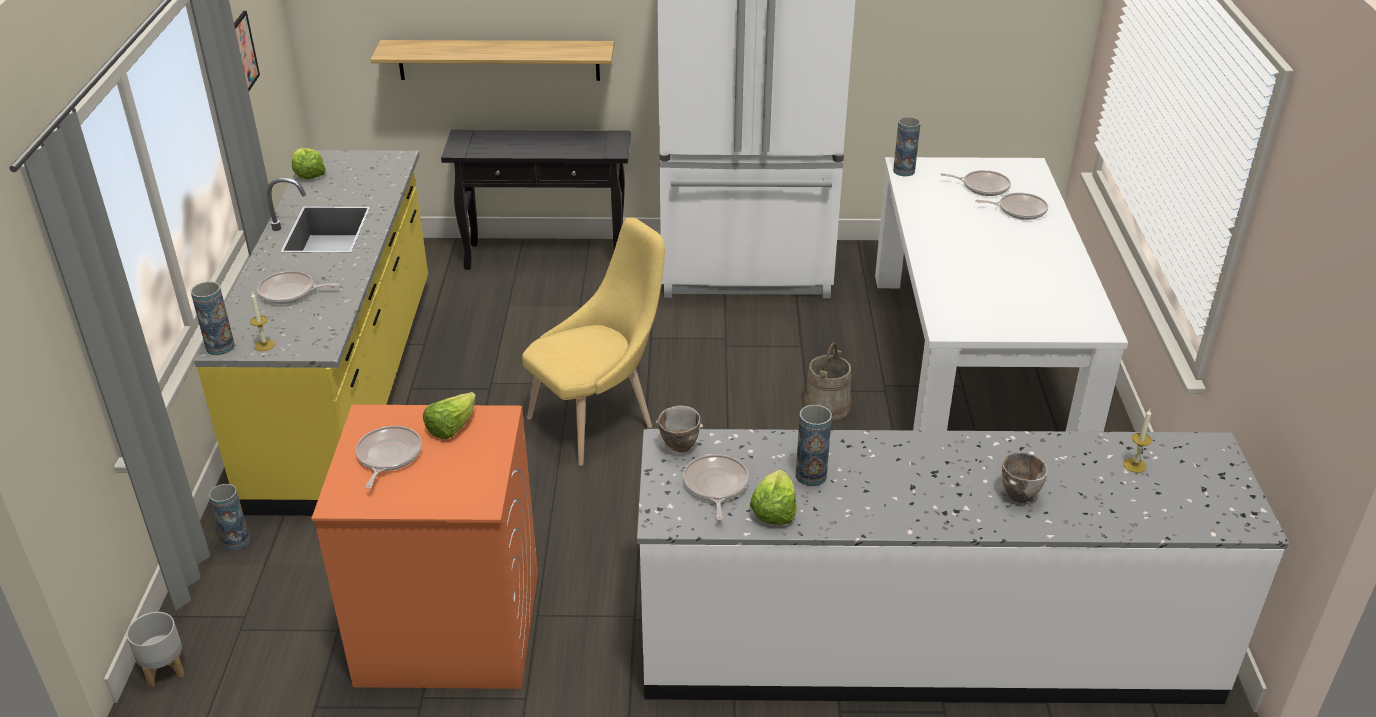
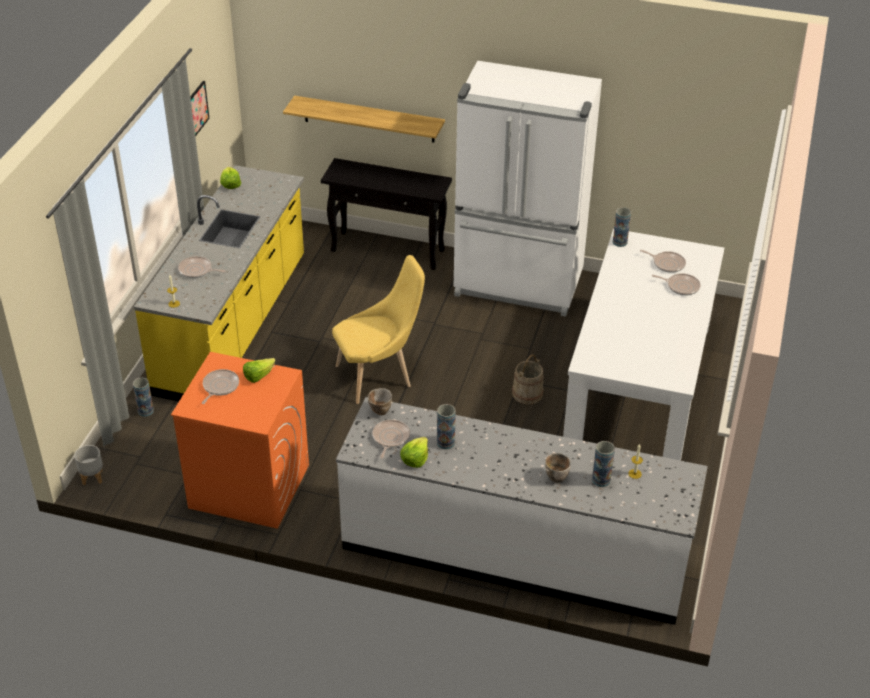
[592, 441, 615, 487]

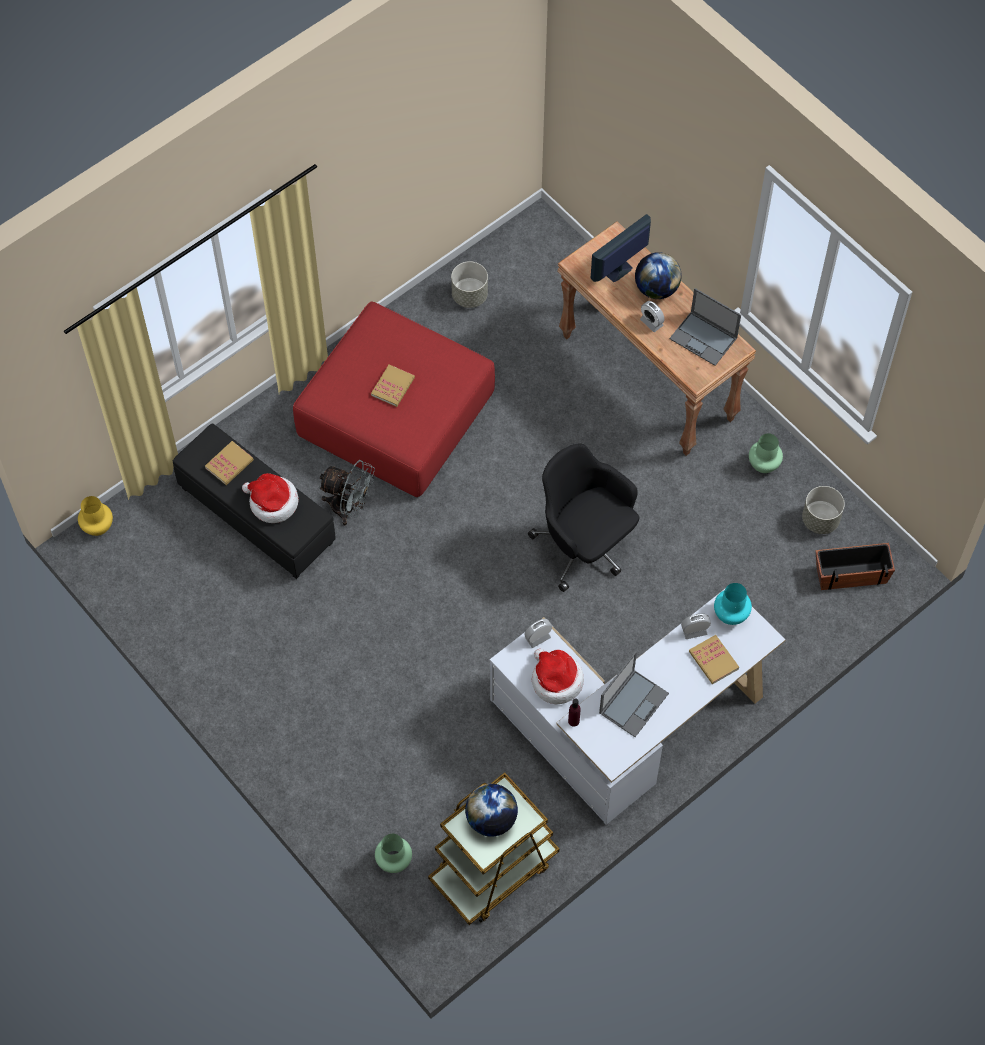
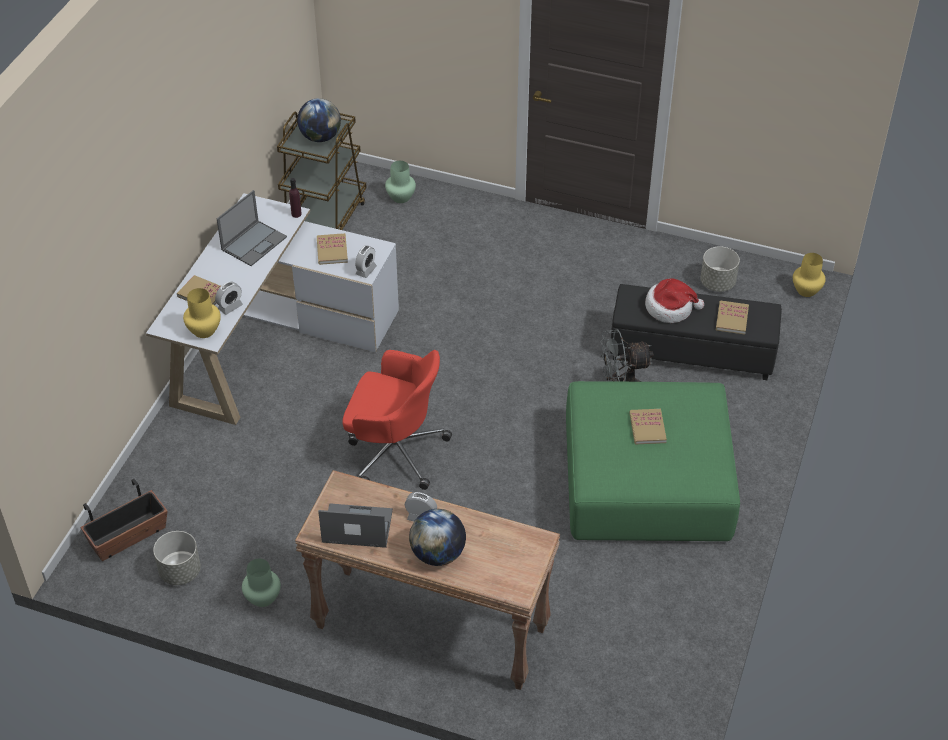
[183, 288, 221, 338]
[217, 190, 287, 266]
[317, 233, 348, 265]
[343, 350, 452, 490]
[566, 381, 740, 541]
[700, 246, 740, 292]
[590, 214, 651, 282] (first image)

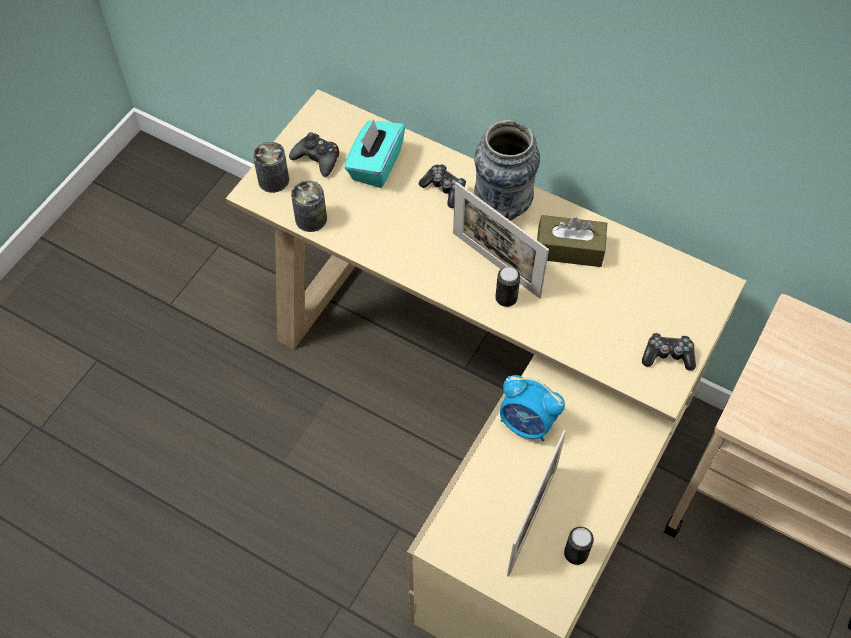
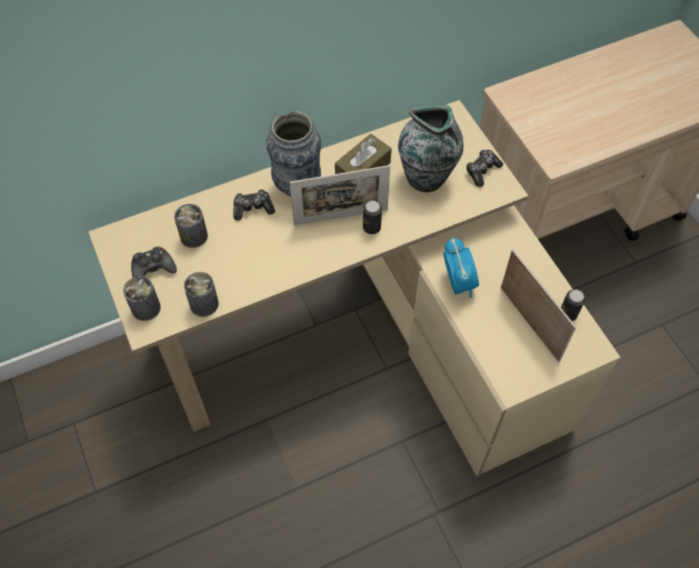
[174, 204, 208, 248]
[398, 105, 464, 192]
[443, 237, 479, 298]

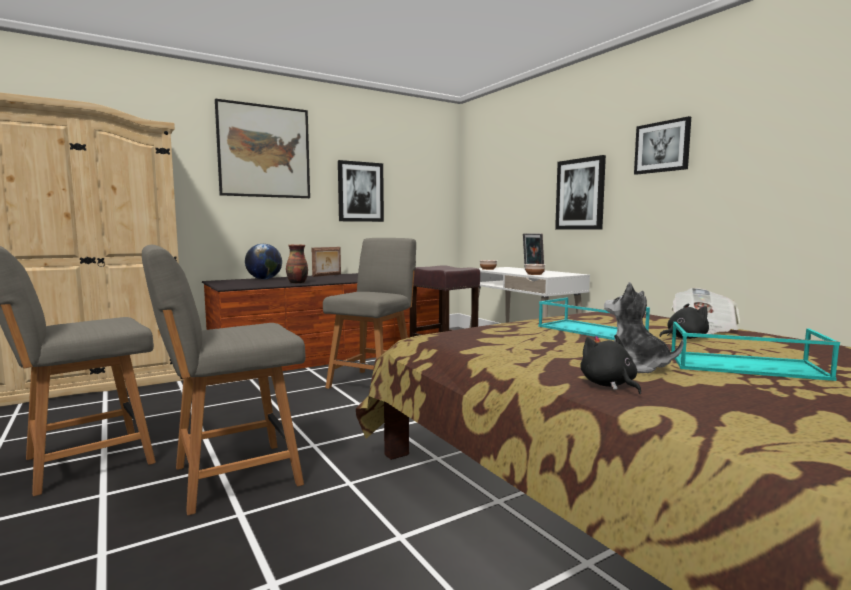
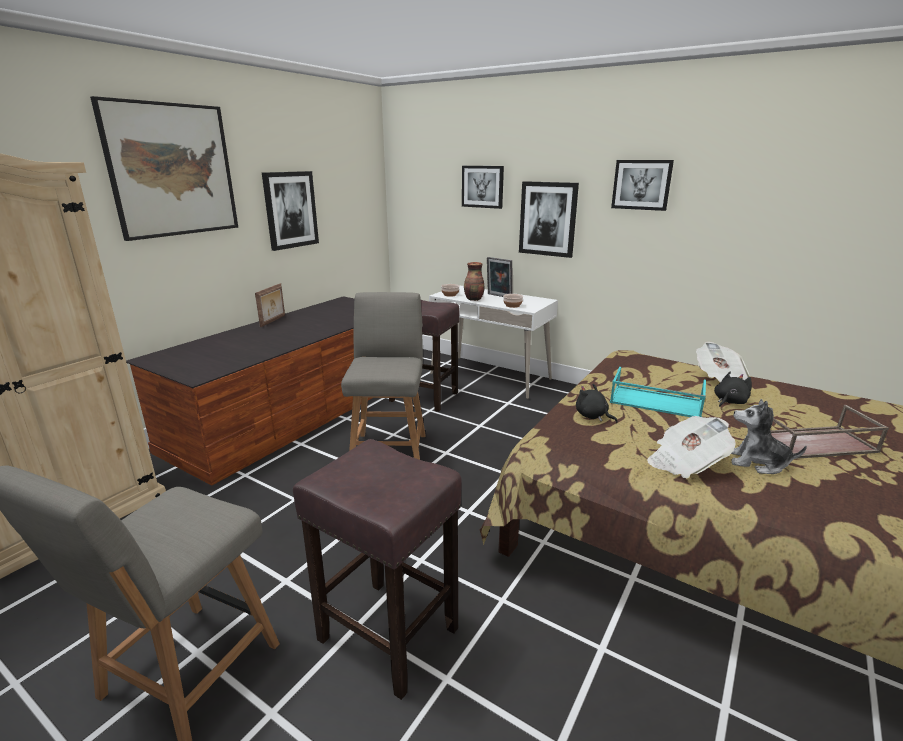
[293, 439, 462, 700]
[462, 166, 504, 209]
[464, 262, 484, 301]
[576, 384, 618, 423]
[647, 416, 736, 478]
[771, 405, 889, 459]
[245, 244, 282, 279] (first image)

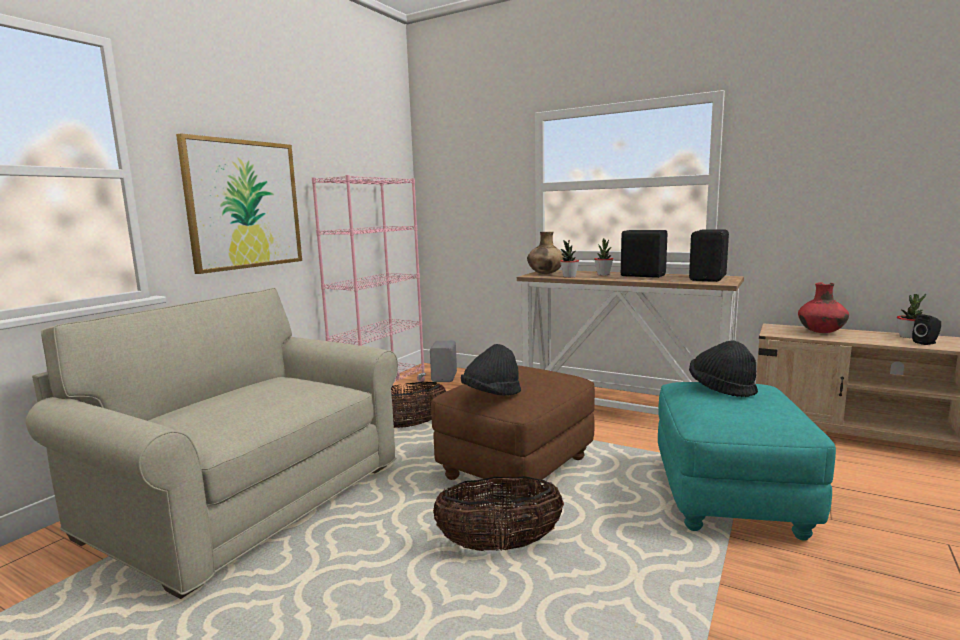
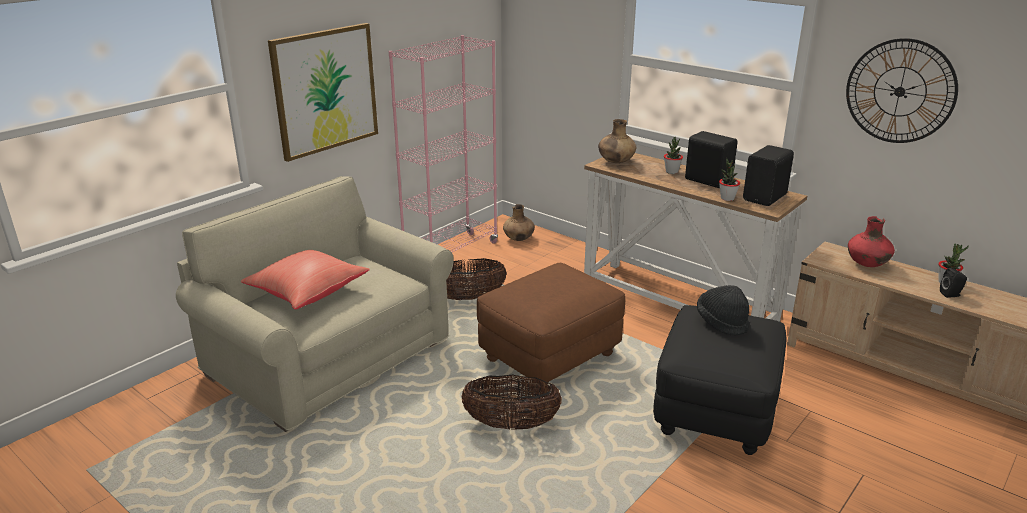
[241, 250, 370, 310]
[503, 204, 535, 241]
[653, 305, 787, 455]
[719, 158, 740, 201]
[846, 38, 958, 143]
[461, 344, 521, 396] (first image)

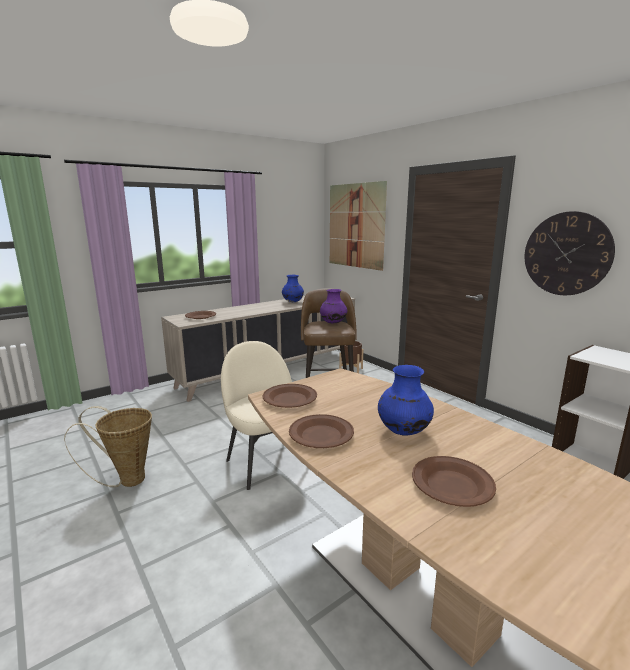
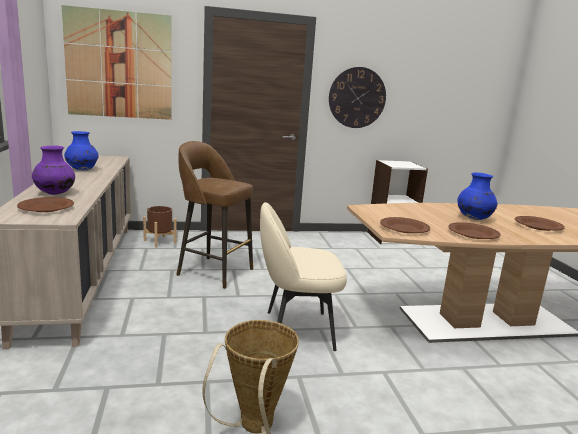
[32, 146, 75, 195]

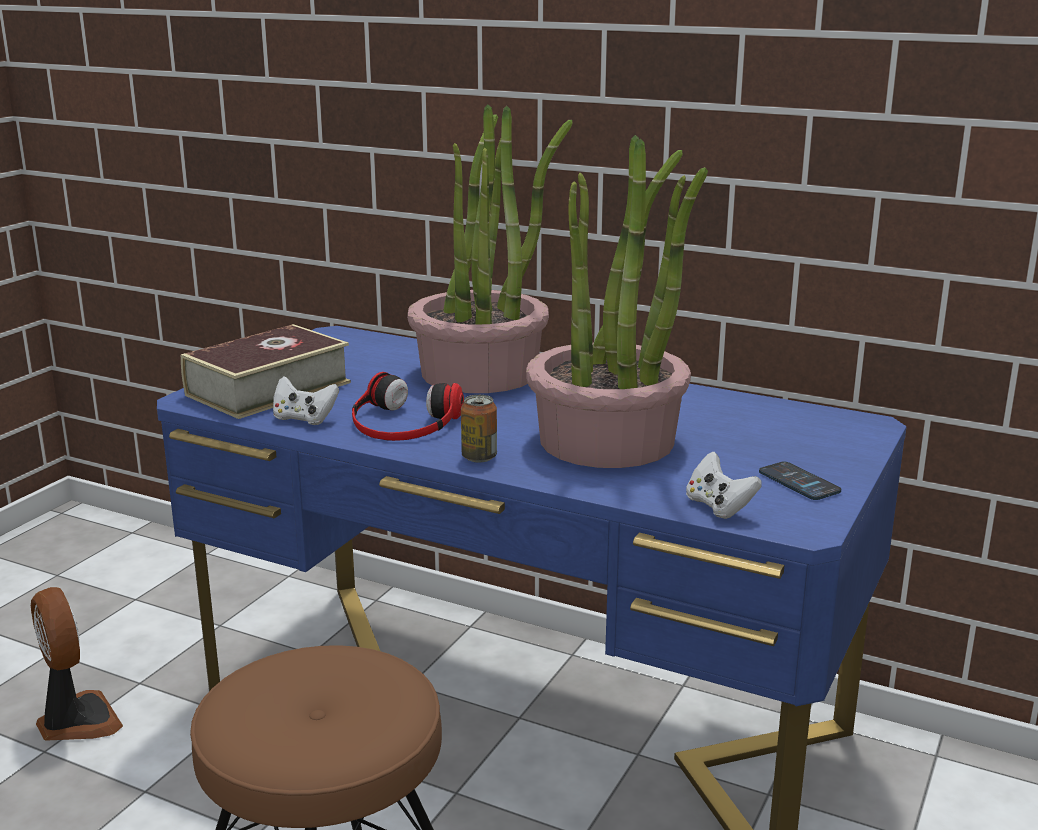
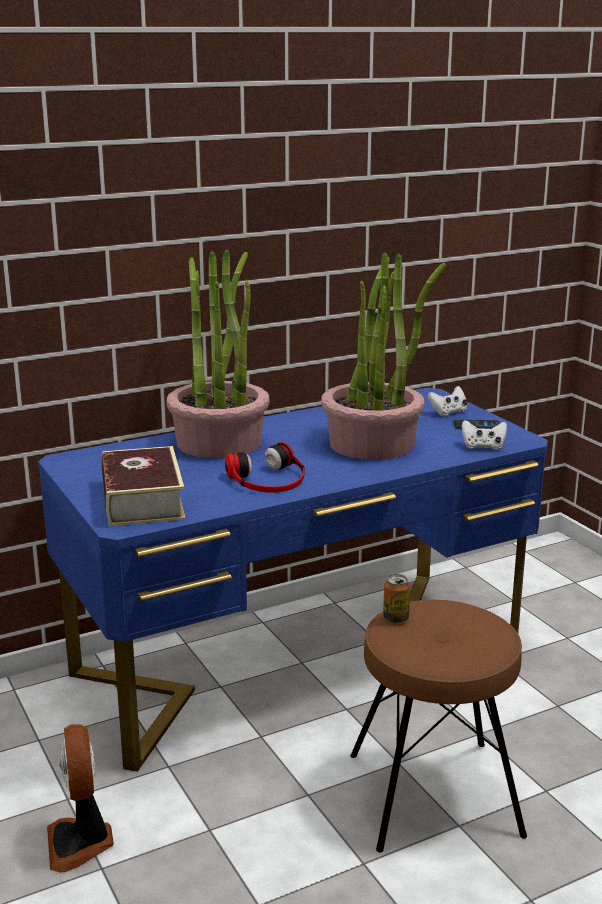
[47, 724, 114, 873]
[383, 574, 410, 623]
[428, 386, 467, 416]

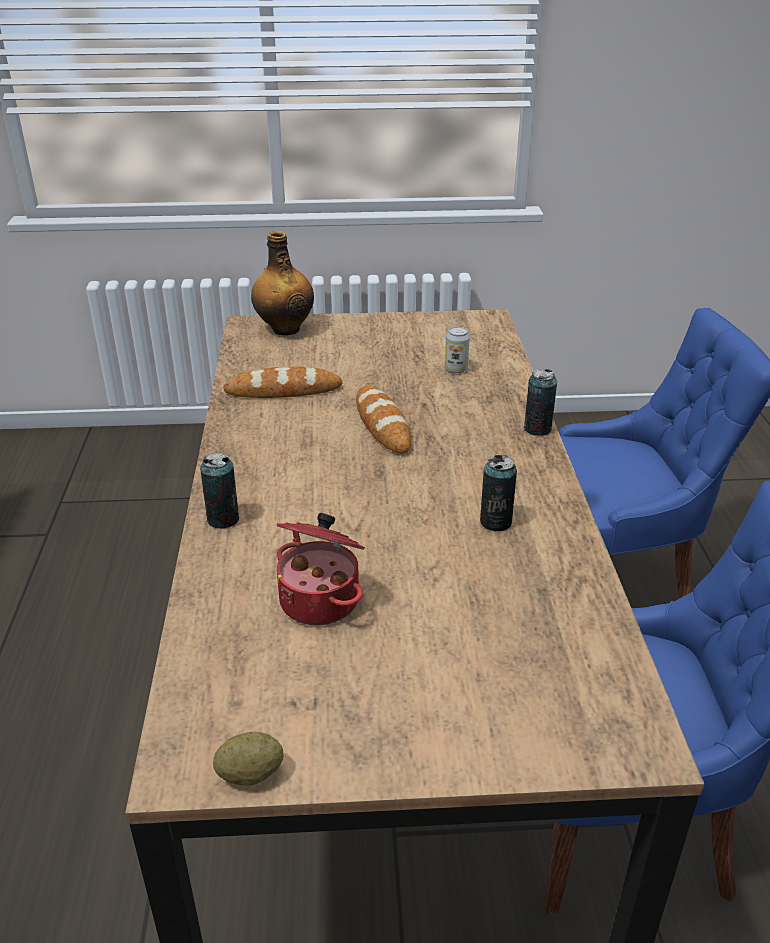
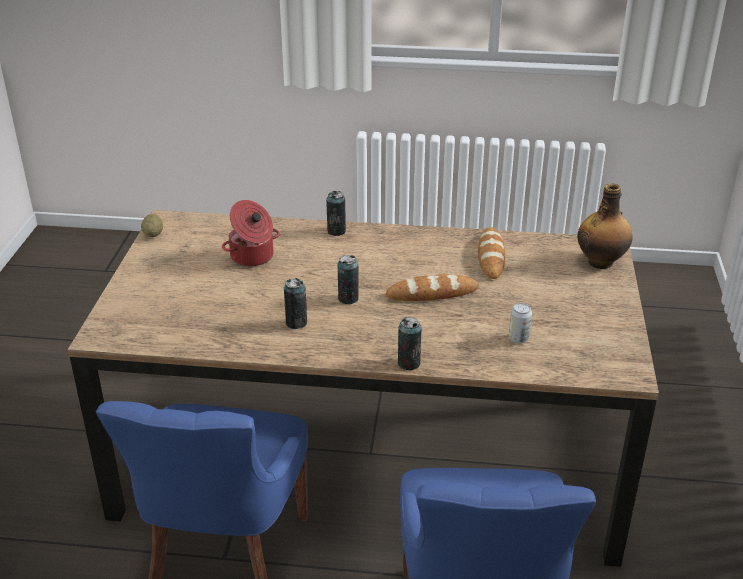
[338, 255, 359, 304]

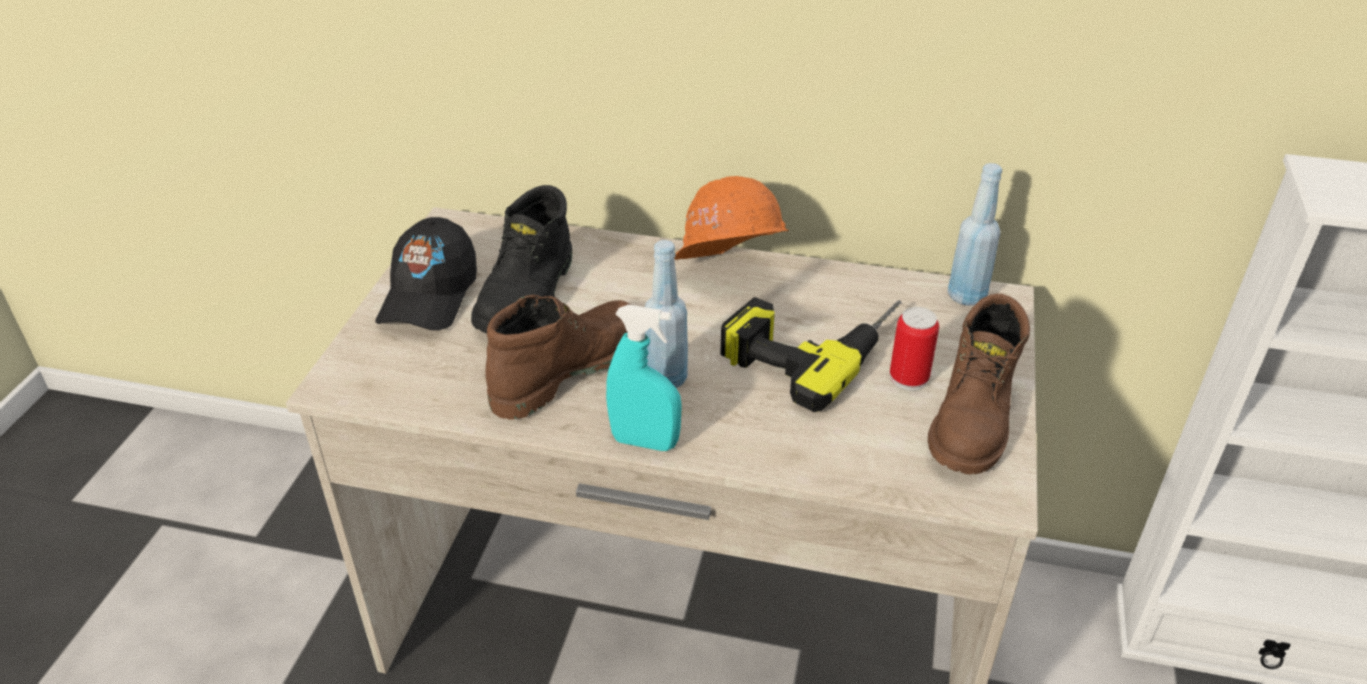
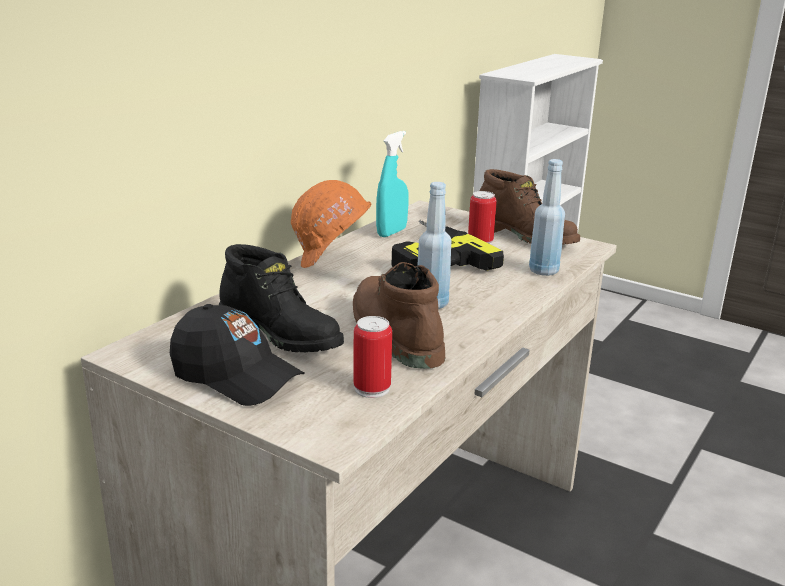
[353, 316, 392, 398]
[376, 131, 408, 237]
[529, 159, 565, 276]

